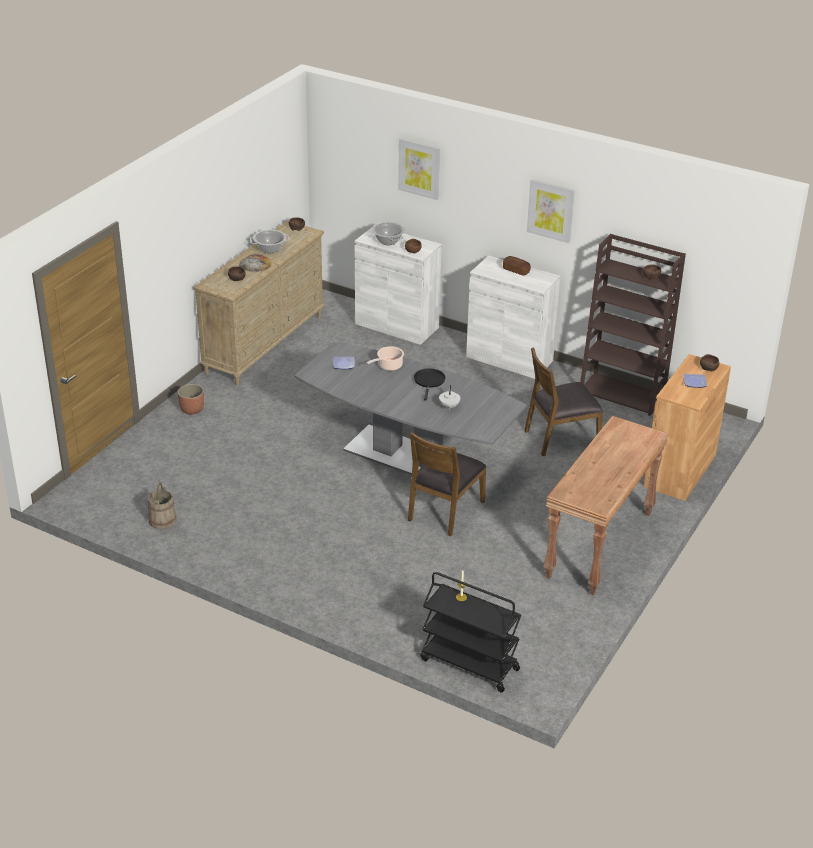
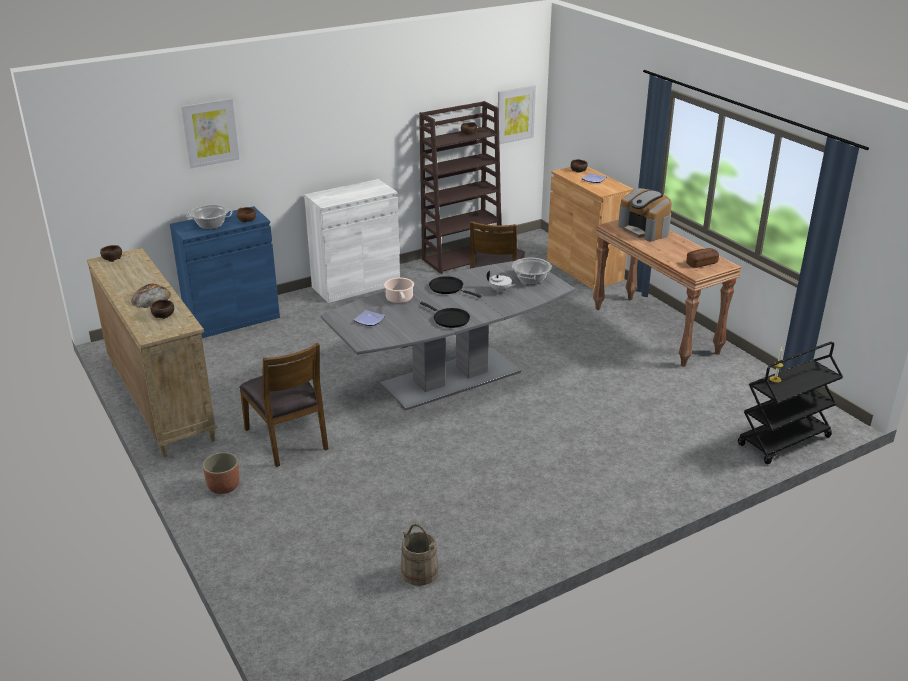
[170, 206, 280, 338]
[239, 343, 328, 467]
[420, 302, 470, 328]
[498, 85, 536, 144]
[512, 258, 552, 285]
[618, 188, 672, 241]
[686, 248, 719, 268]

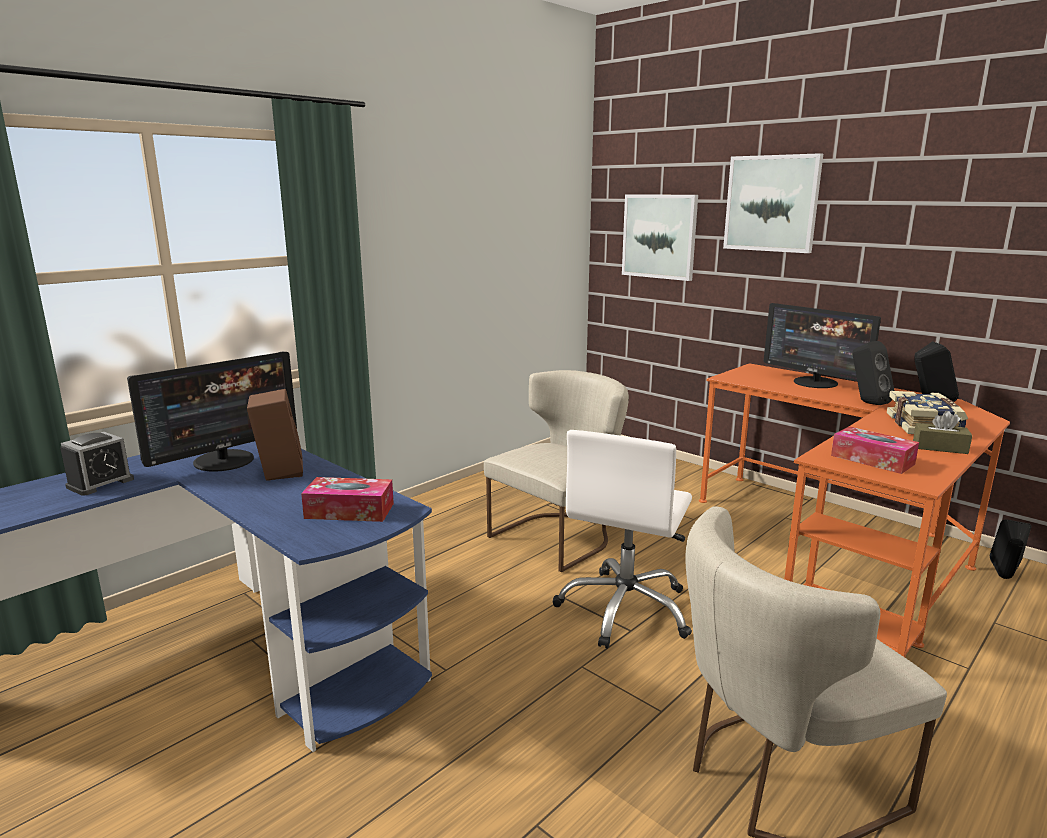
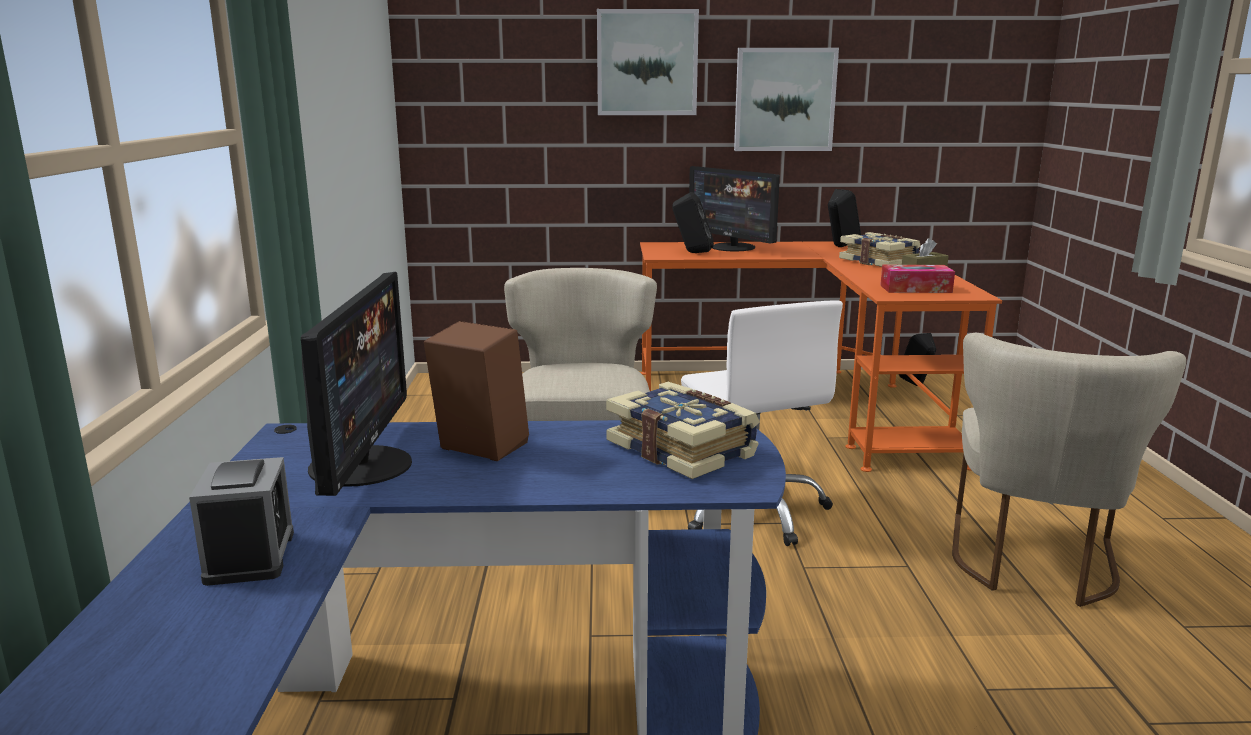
[606, 382, 760, 479]
[672, 192, 714, 253]
[689, 166, 780, 251]
[734, 48, 839, 151]

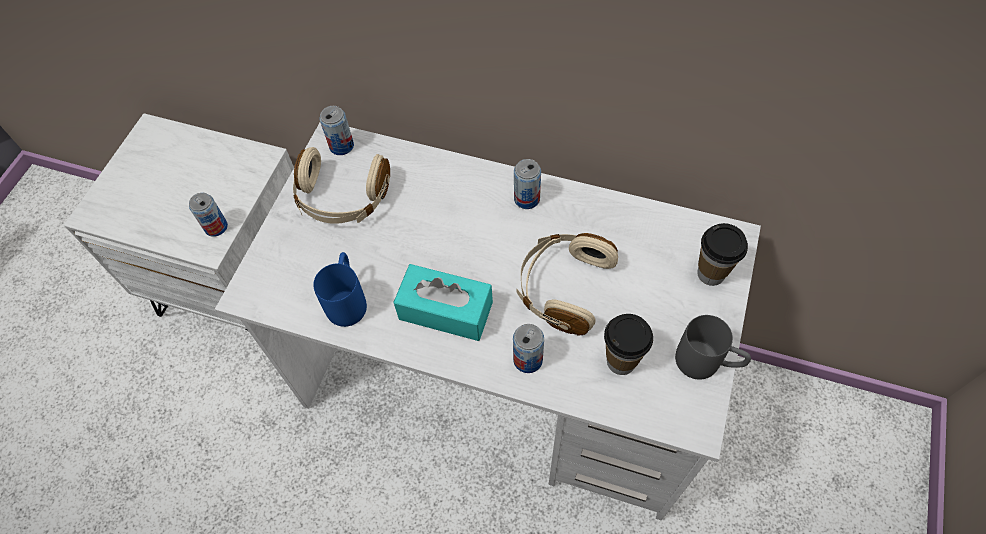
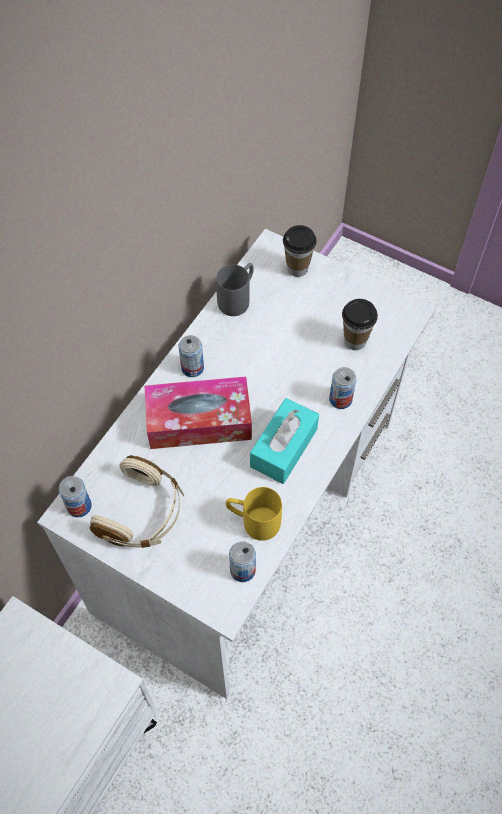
[145, 377, 252, 449]
[216, 263, 254, 316]
[226, 487, 282, 541]
[229, 541, 256, 582]
[516, 233, 618, 335] (first image)

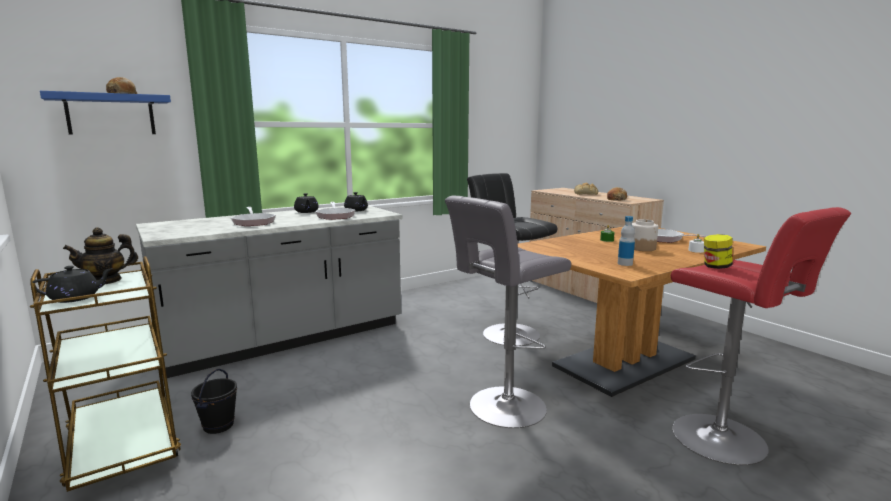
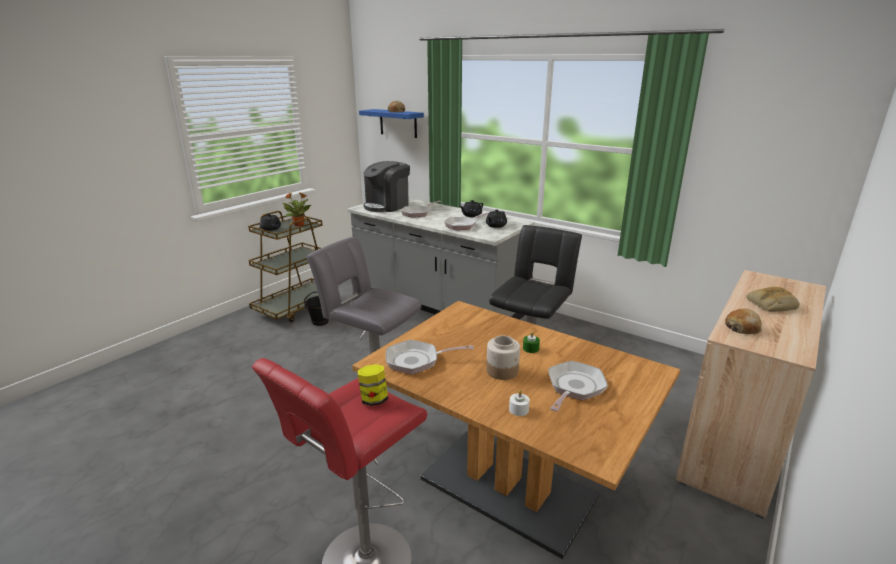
[282, 192, 311, 226]
[363, 161, 410, 212]
[386, 340, 474, 375]

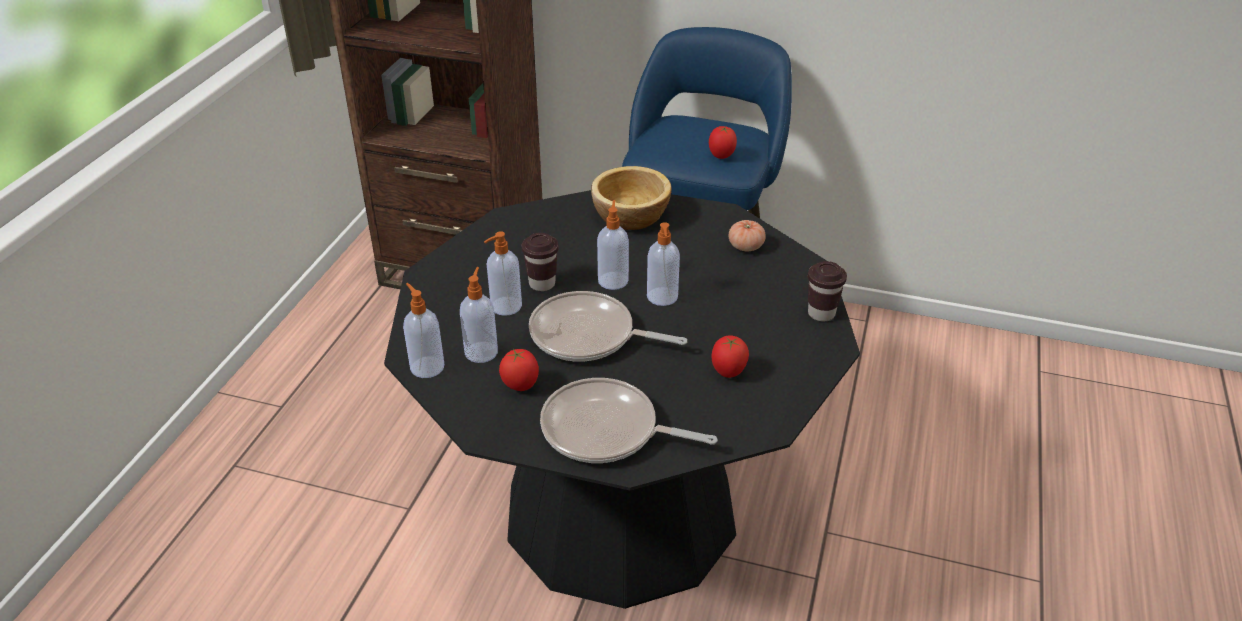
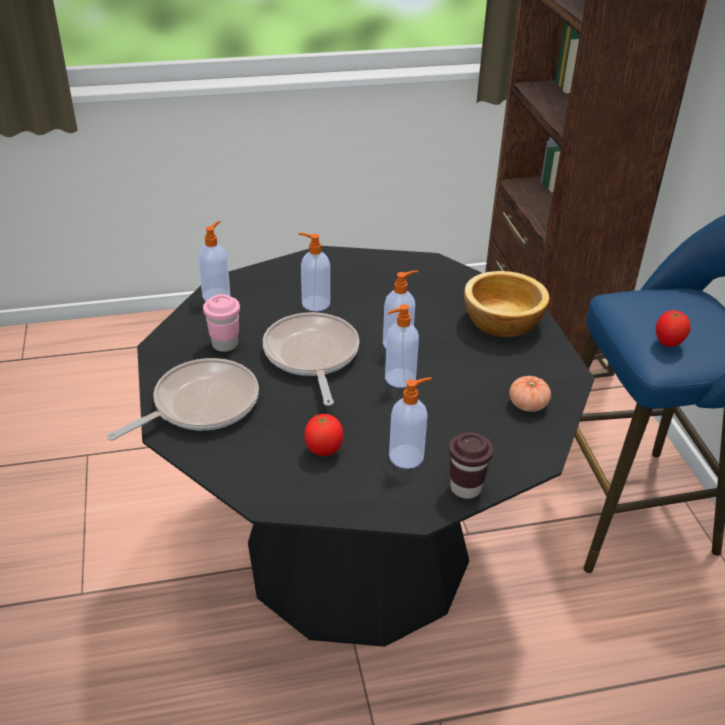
[107, 358, 259, 441]
[203, 294, 240, 352]
[389, 377, 432, 469]
[522, 233, 559, 291] (first image)

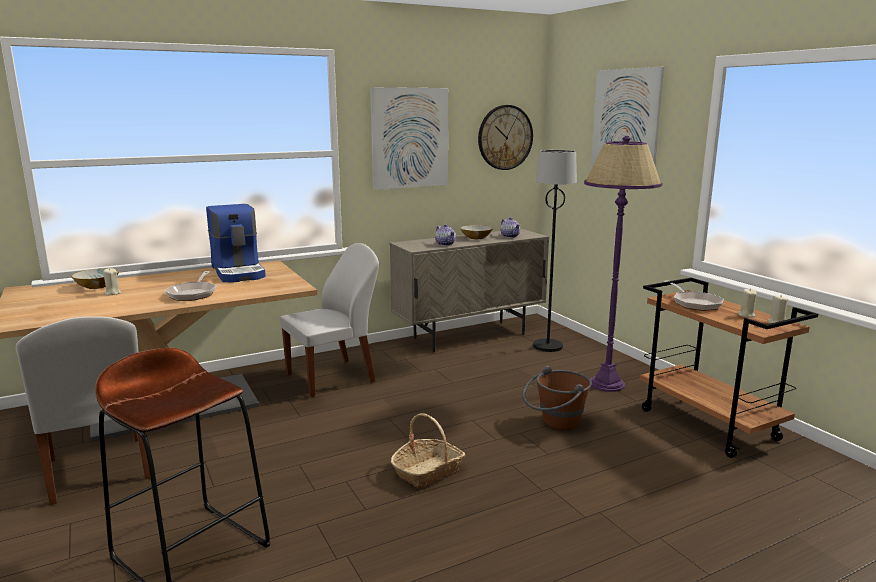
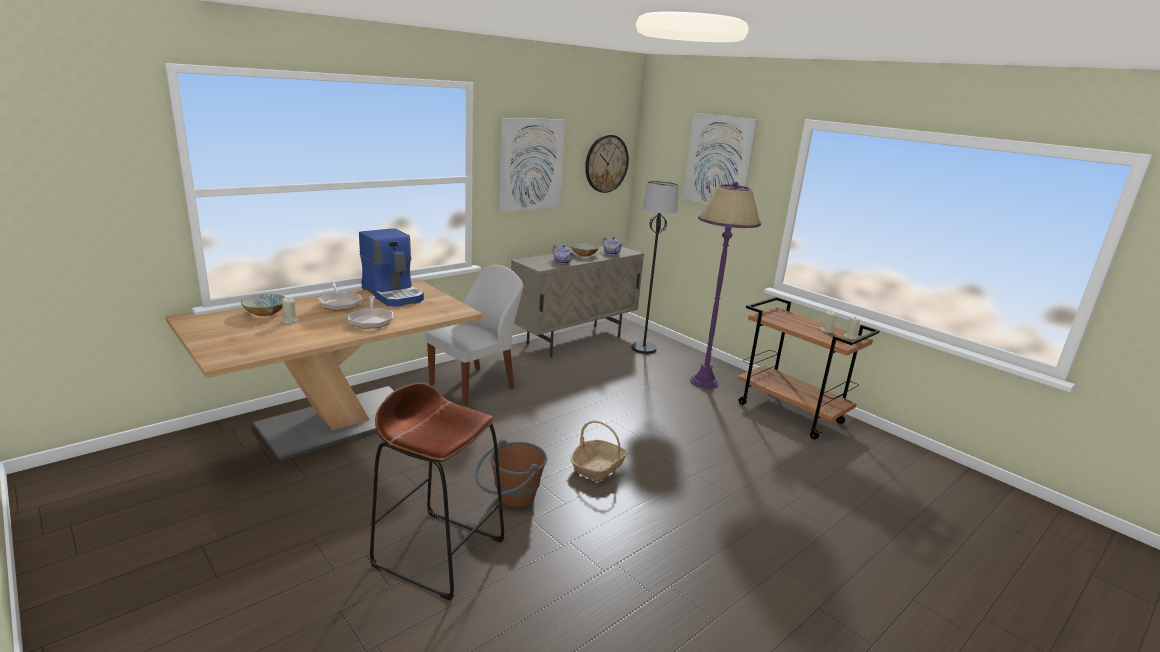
[318, 281, 363, 311]
[475, 439, 547, 508]
[16, 316, 150, 505] (first image)

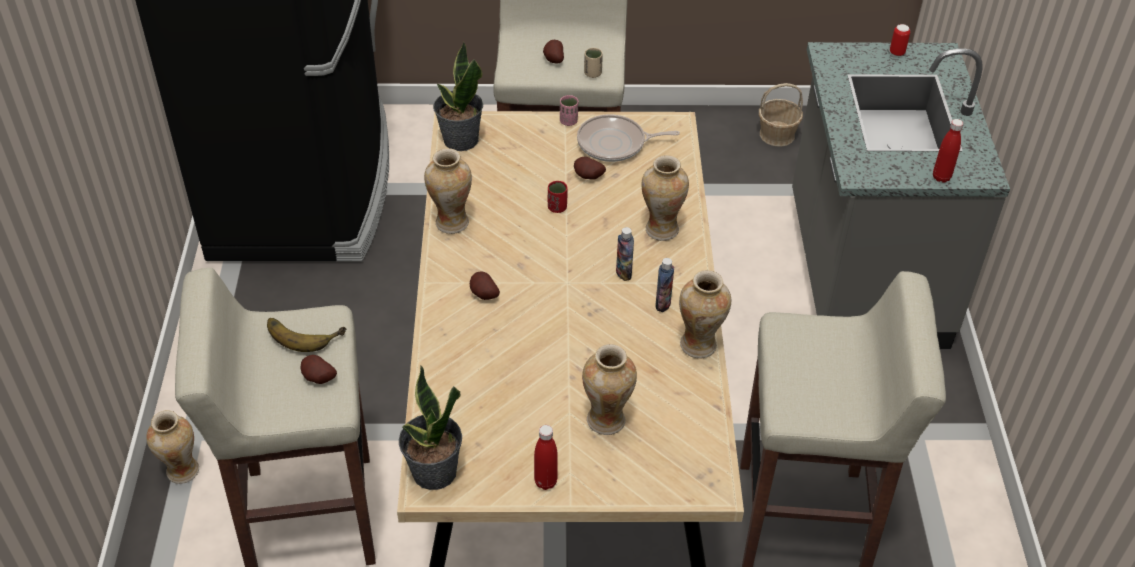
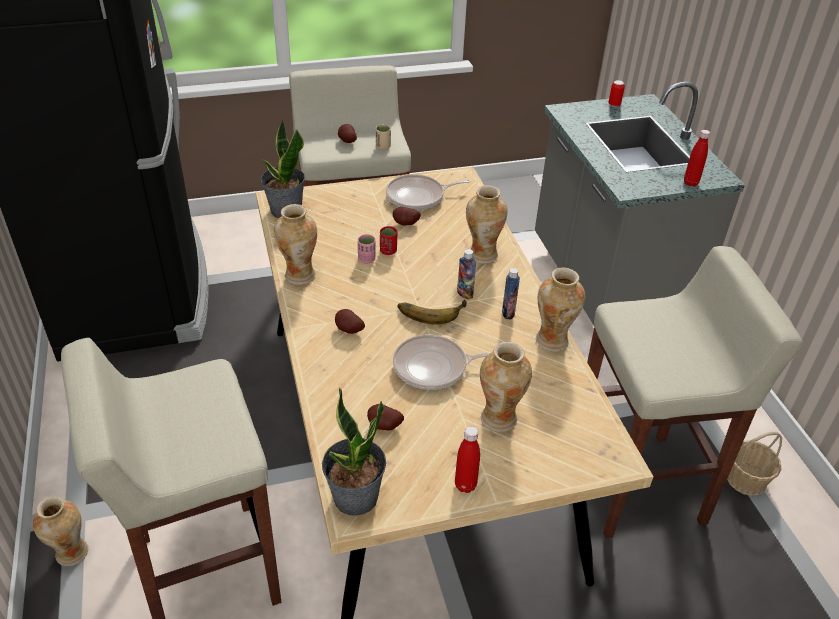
[358, 234, 376, 264]
[367, 404, 404, 431]
[393, 335, 491, 390]
[397, 300, 467, 325]
[727, 431, 782, 496]

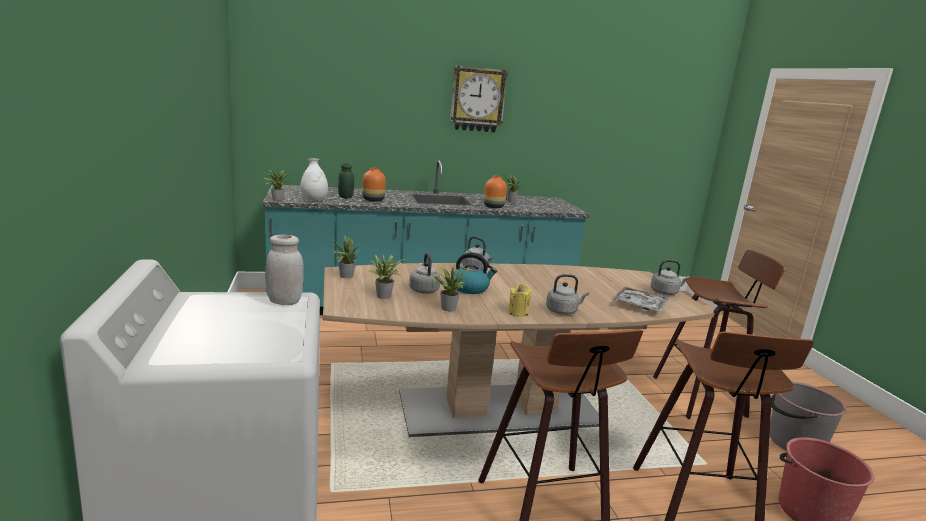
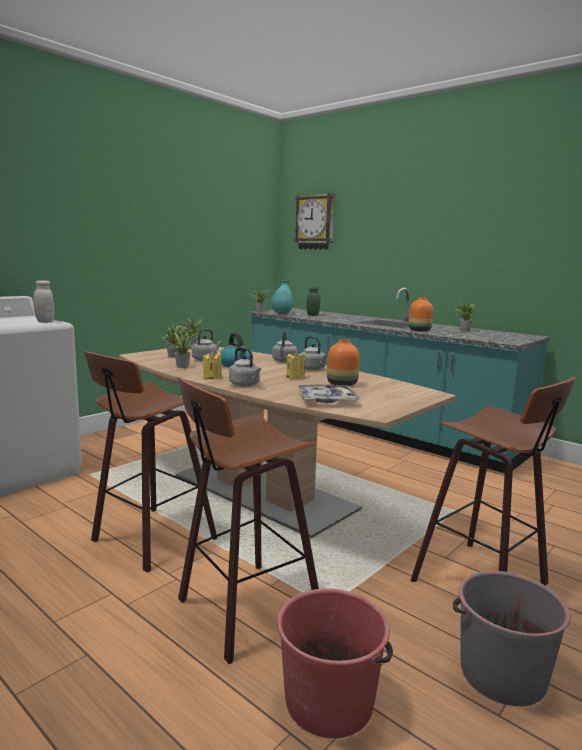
[271, 280, 293, 314]
[286, 351, 305, 379]
[294, 193, 335, 250]
[301, 336, 328, 370]
[327, 339, 360, 386]

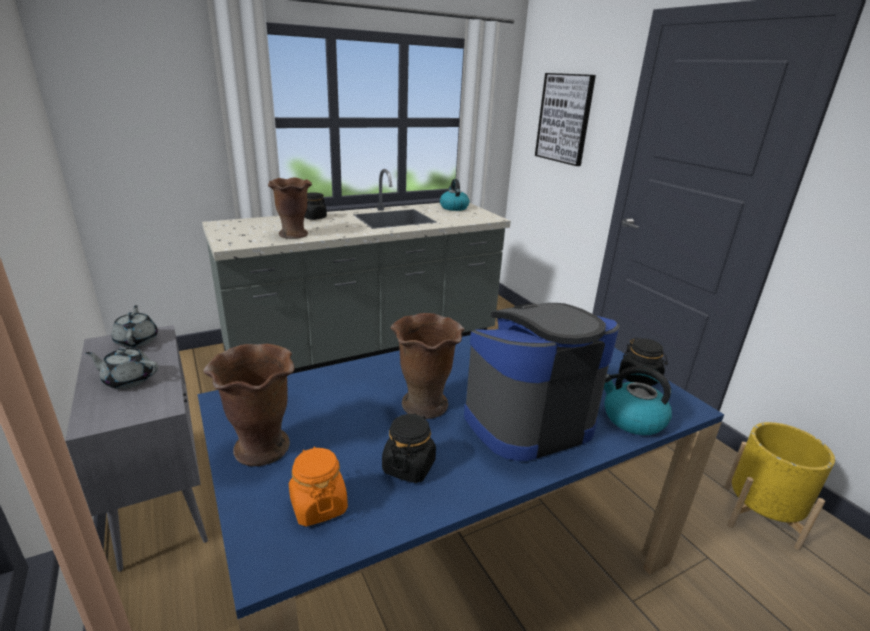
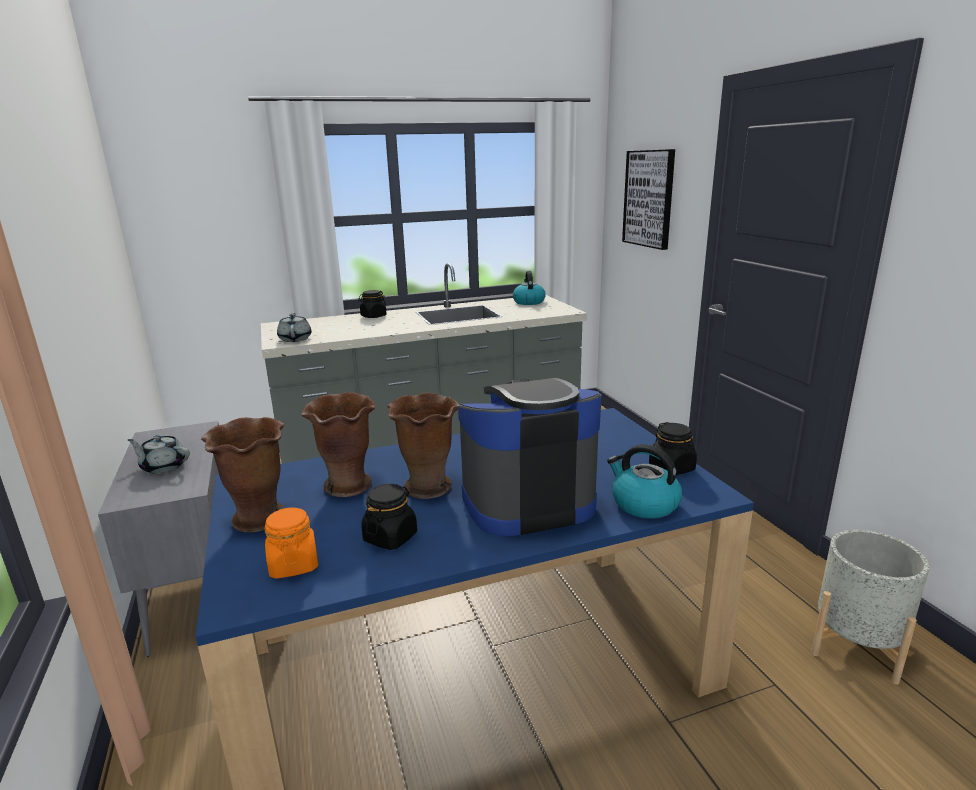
[277, 313, 312, 342]
[302, 392, 376, 497]
[811, 530, 929, 685]

